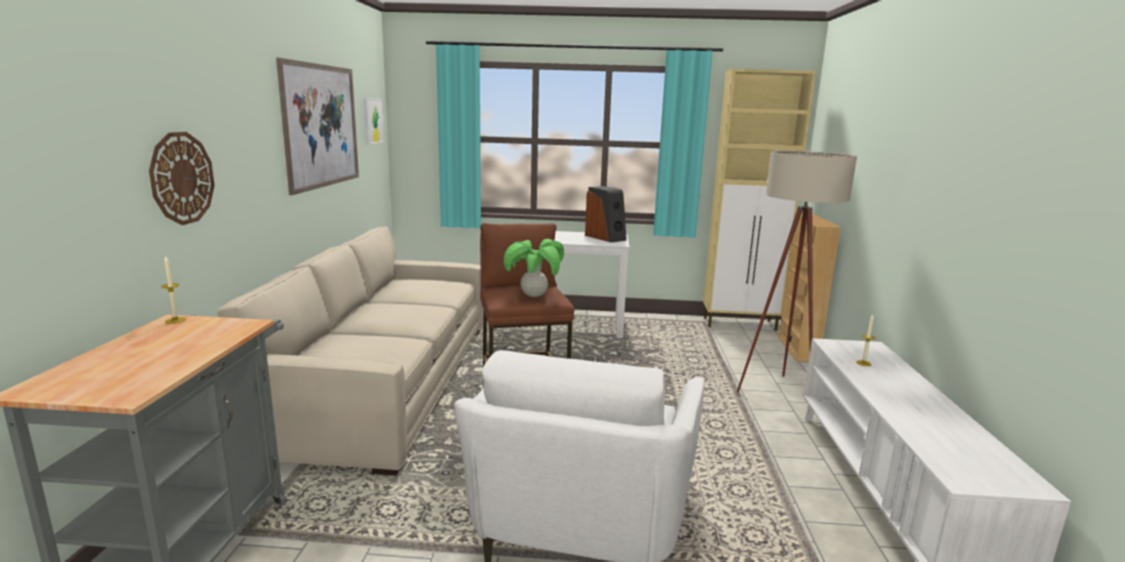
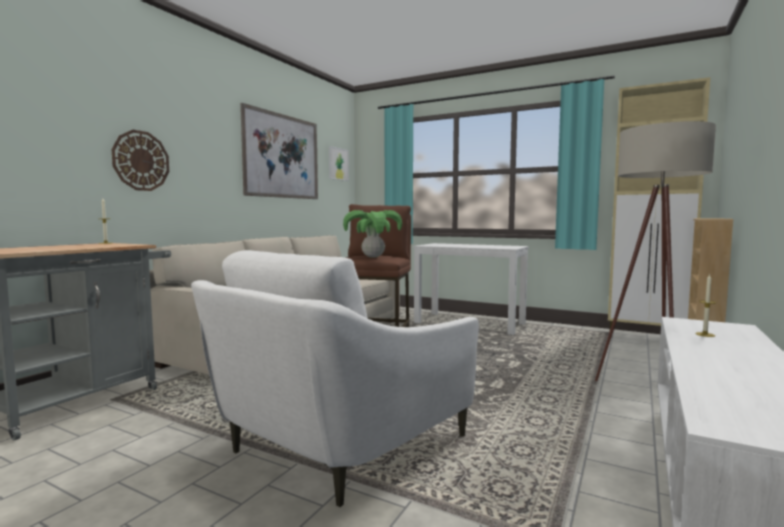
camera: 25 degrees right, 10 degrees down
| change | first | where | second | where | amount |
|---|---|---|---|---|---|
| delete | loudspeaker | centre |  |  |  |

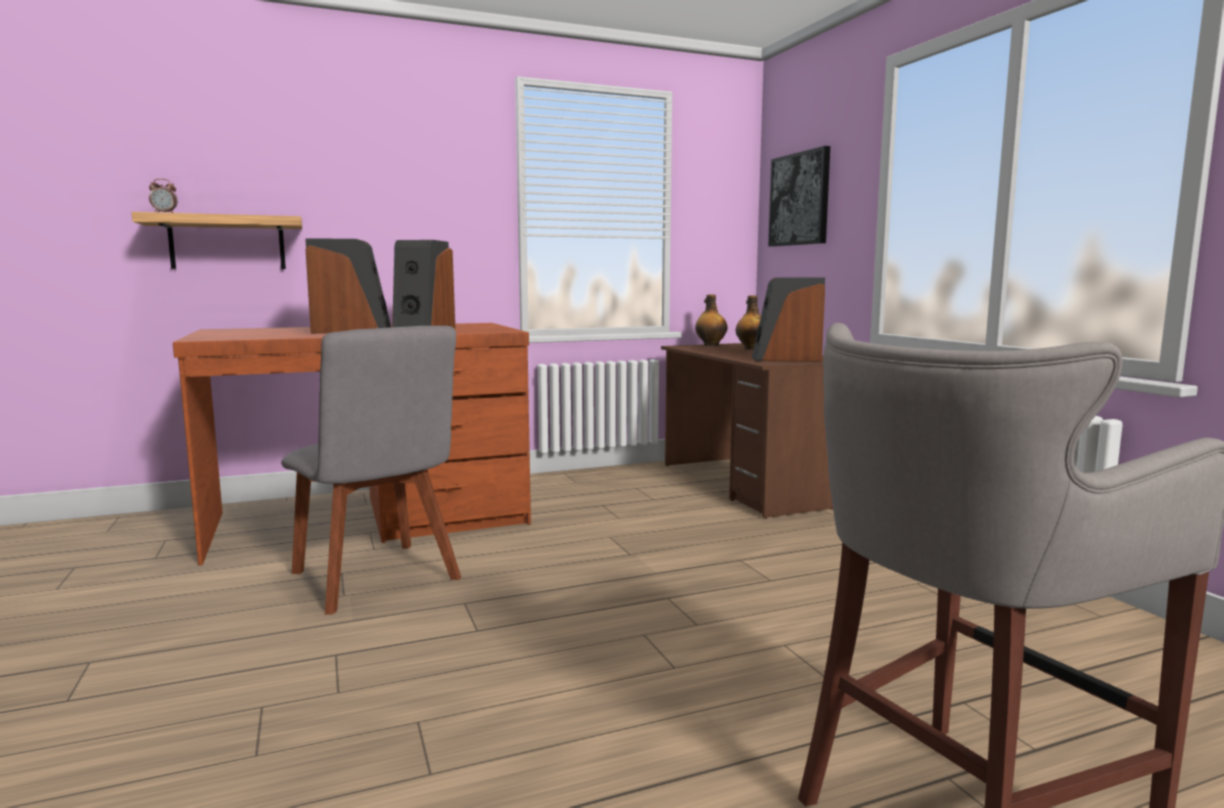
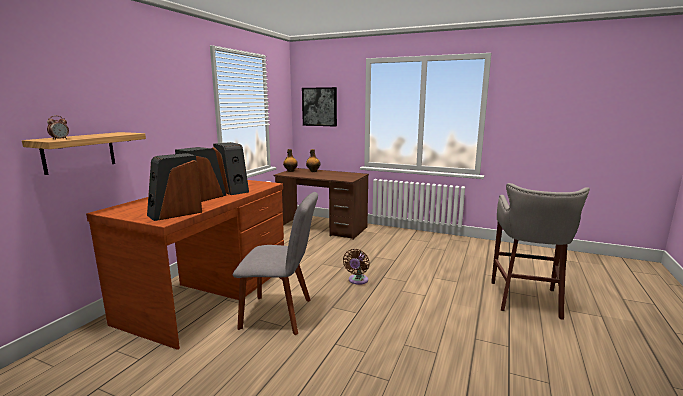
camera: 45 degrees left, 5 degrees up
| change | first | where | second | where | amount |
|---|---|---|---|---|---|
| move | loudspeaker (3rd from left in the first image) | centre | loudspeaker (1st from left) | middle left |  |
| insert |  |  | brownish electric fan | bottom centre |  |

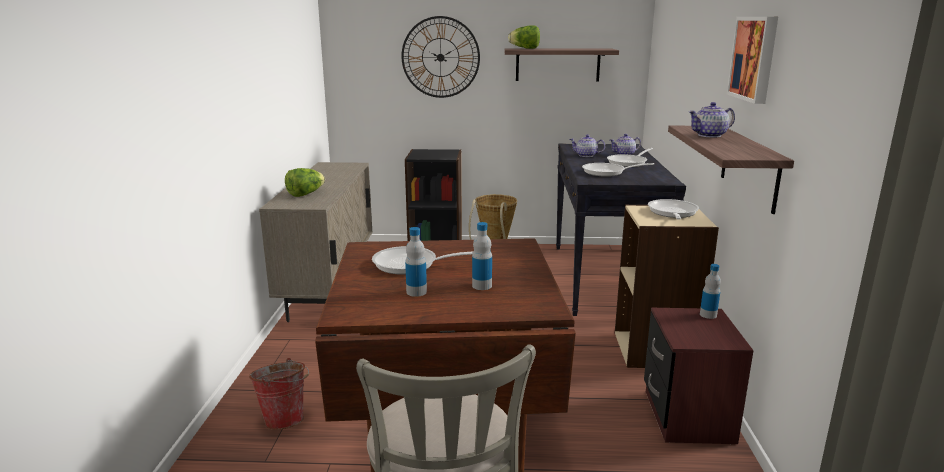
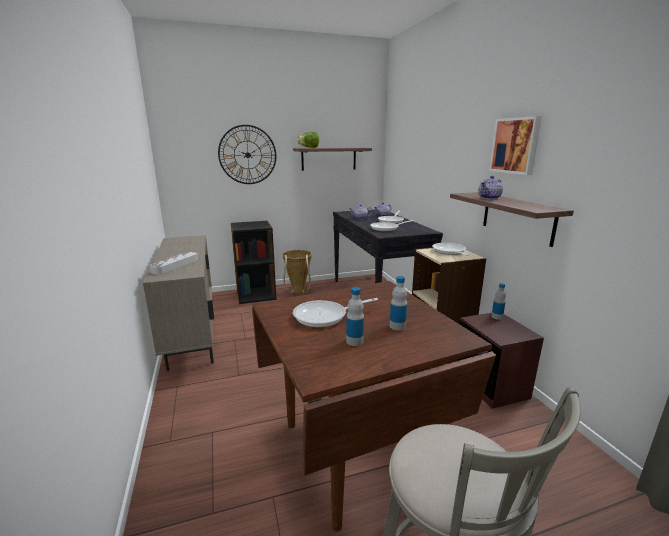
camera: 20 degrees left, 0 degrees up
| change | first | where | second | where | amount |
|---|---|---|---|---|---|
| replace | head of lettuce (1st from left) | middle left | gray carrying tray | middle left |  |
| delete | water bucket | bottom left |  |  |  |

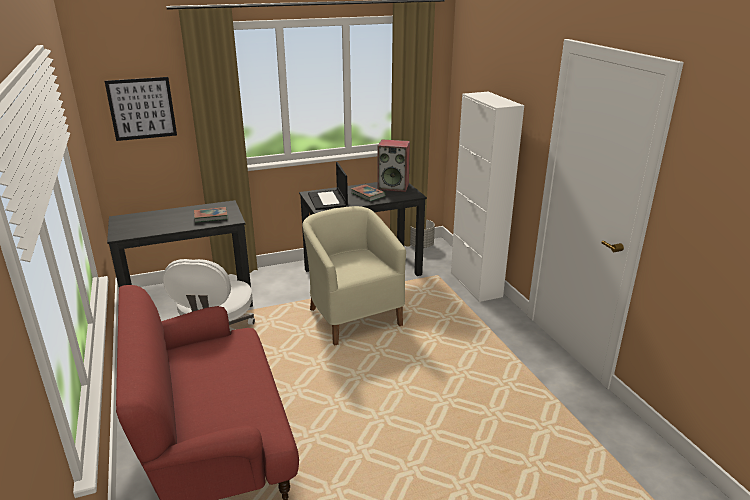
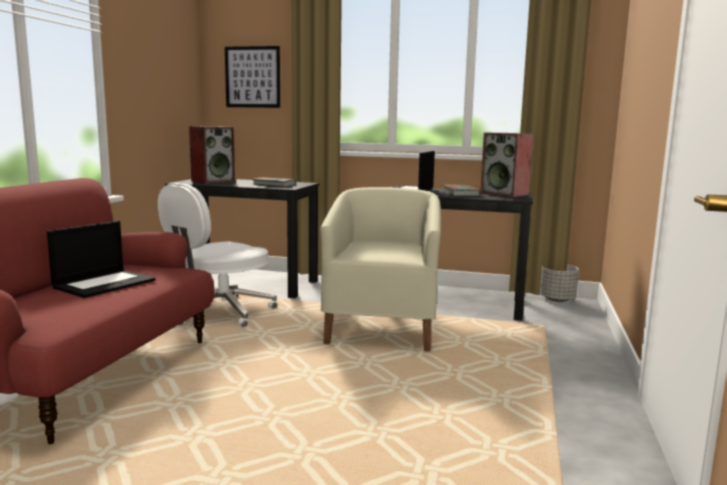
camera: 35 degrees right, 15 degrees down
| change | first | where | second | where | amount |
|---|---|---|---|---|---|
| delete | whitish cupboard | centre |  |  |  |
| insert |  |  | loudspeaker (1st from left) | top left |  |
| insert |  |  | notebook computer (1st from left) | middle left |  |

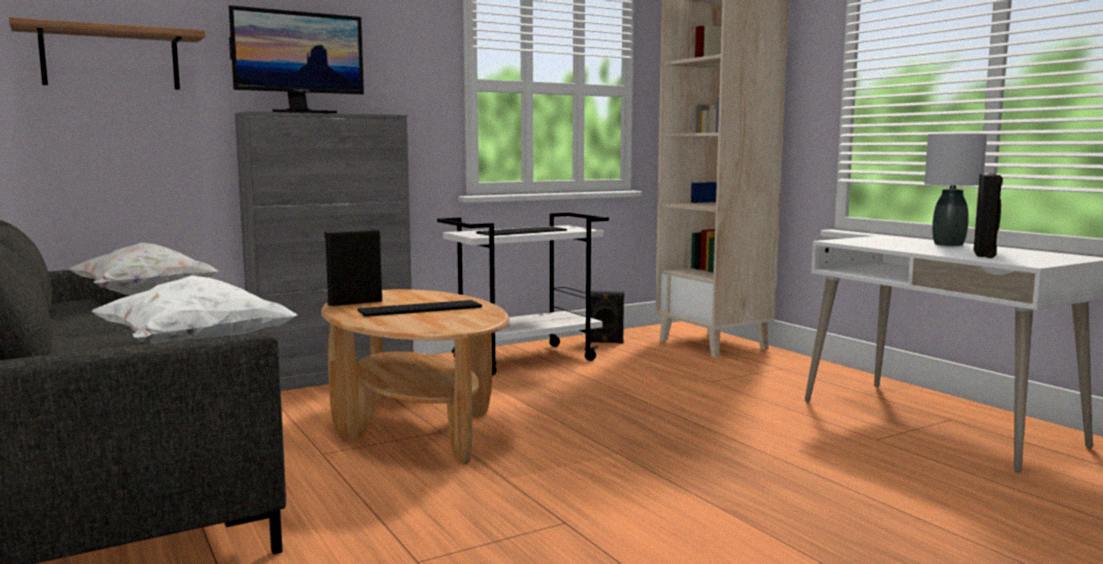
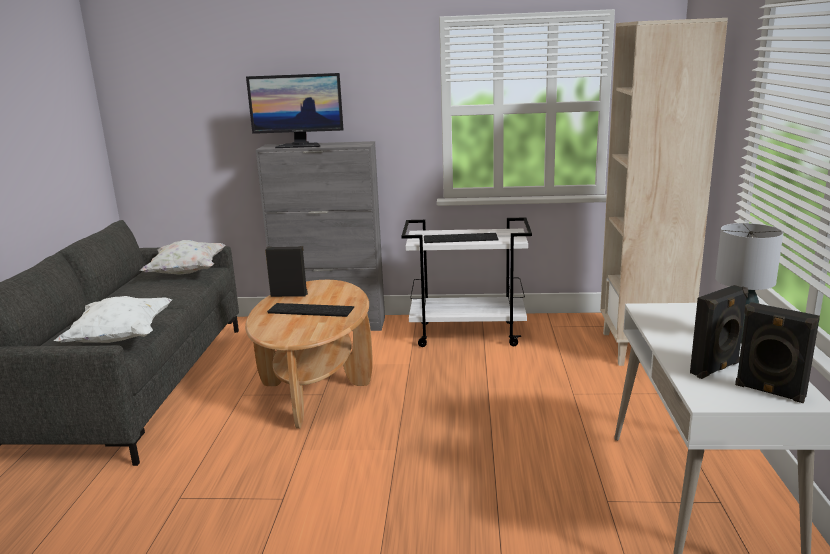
camera: 35 degrees right, 10 degrees up
| change | first | where | second | where | amount |
|---|---|---|---|---|---|
| delete | shelf | top left |  |  |  |
| move | blackish loudspeaker (2nd from left in the first image) | centre | blackish loudspeaker (3rd from left) | middle right |  |

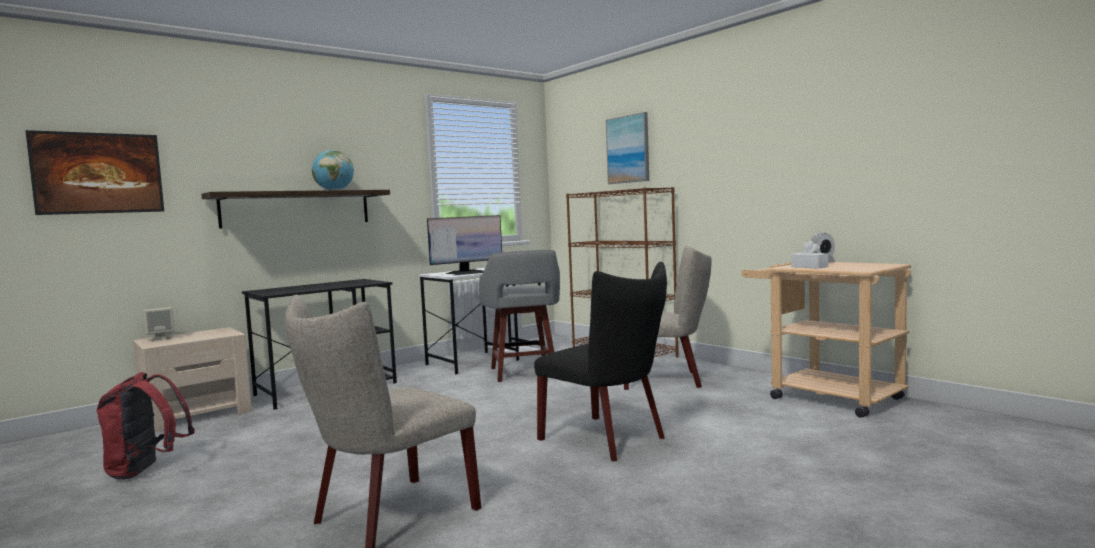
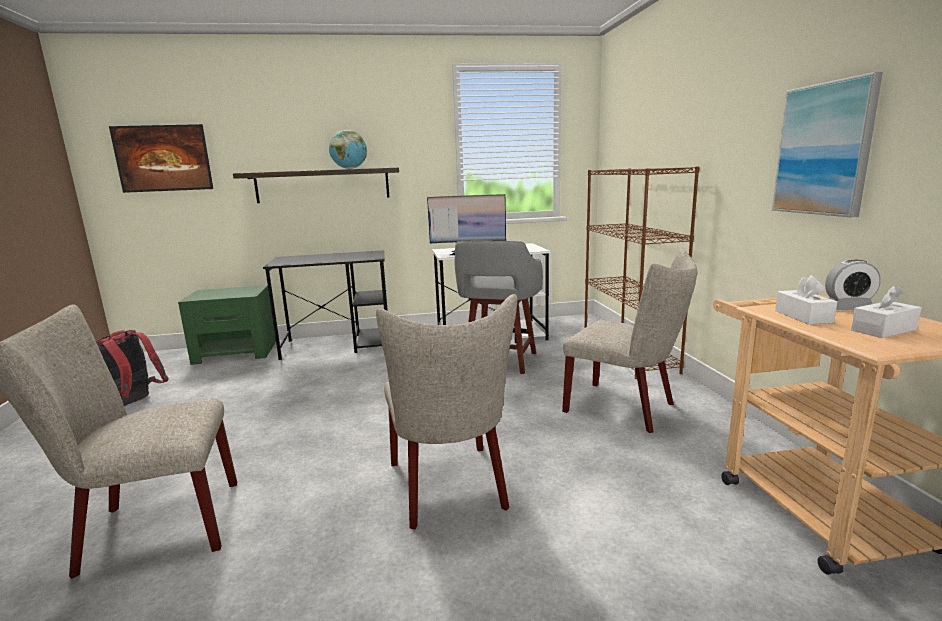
camera: 30 degrees right, 10 degrees up
| change | first | where | second | where | amount |
|---|---|---|---|---|---|
| move | wall picture (2nd from left) | top centre |  | top right |  |
| recolor | blackish plain chair | centre | beige-coloured plain chair (2nd from left) | centre |  |
| delete | beige-coloured loudspeaker | middle left |  |  |  |
| recolor | beige-coloured bedside table | bottom left | green bedside table | middle left |  |
| insert |  |  | whitish tissue box (2nd from left) | middle right |  |

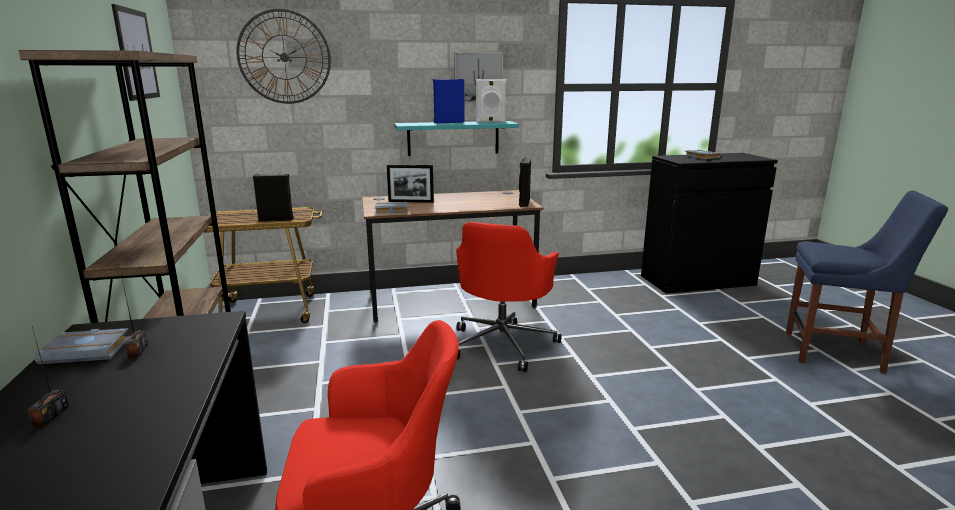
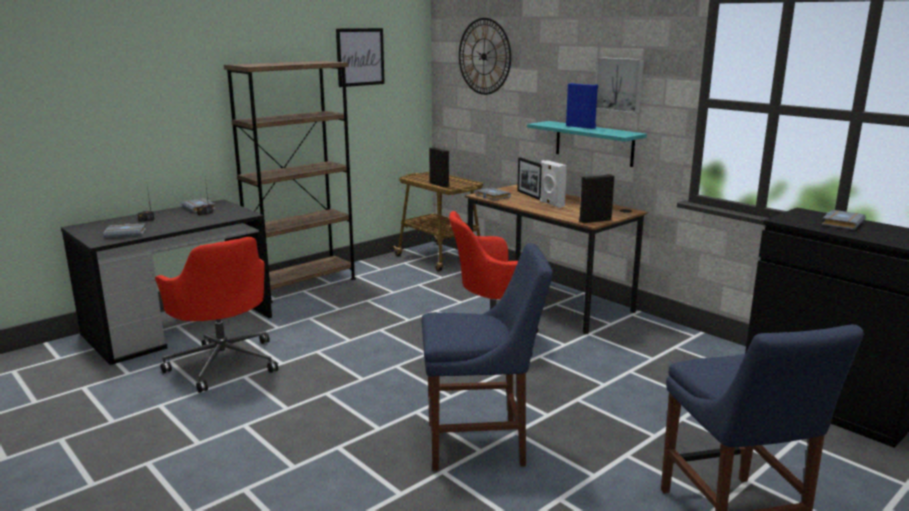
camera: 60 degrees right, 0 degrees up
| change | first | where | second | where | amount |
|---|---|---|---|---|---|
| move | whitish loudspeaker | top centre |  | centre |  |
| insert |  |  | gray bound book (1st from left) | middle left |  |
| insert |  |  | blue plain chair (1st from left) | bottom centre |  |

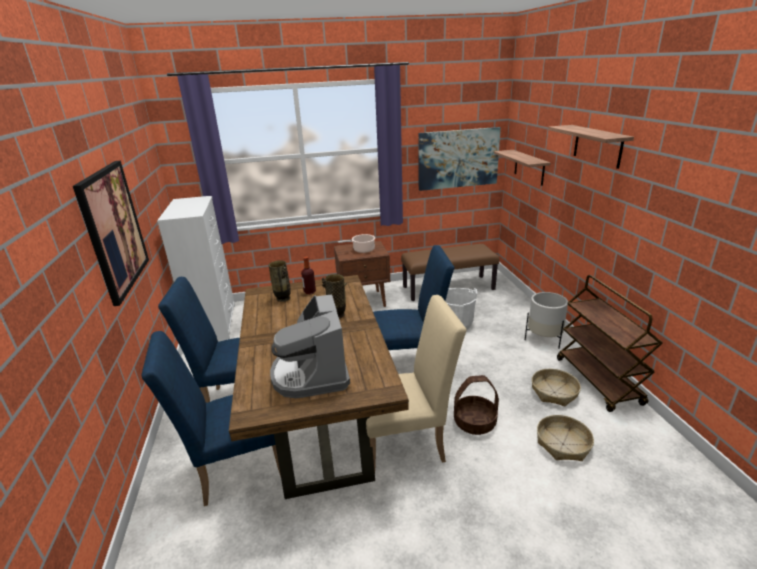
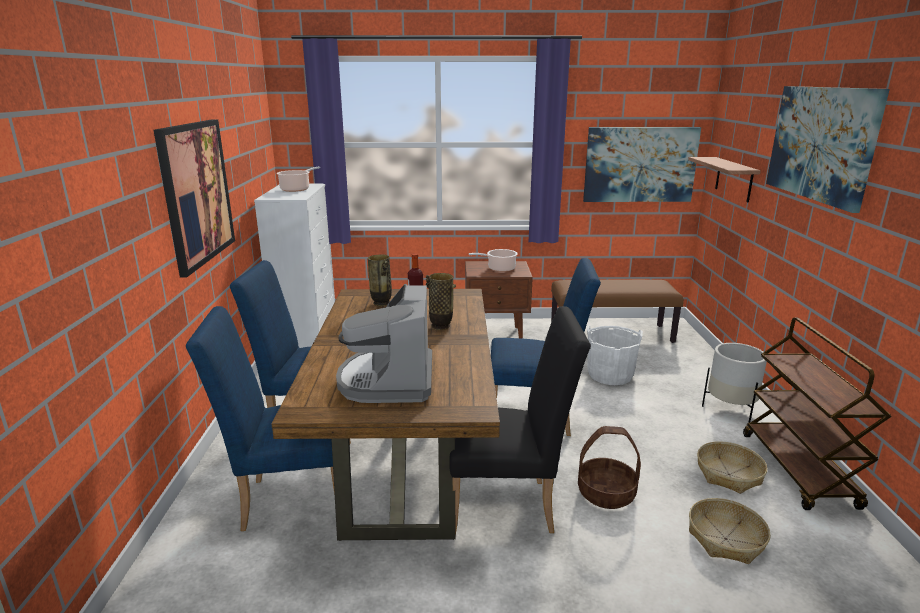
camera: 10 degrees right, 5 degrees down
| change | first | where | second | where | amount |
|---|---|---|---|---|---|
| replace | shelf (2nd from left) | top right | wall picture (3rd from left) | top right |  |
| recolor | beige-coloured plain chair | bottom centre | blackish plain chair | bottom centre |  |
| insert |  |  | cooking pot (1st from left) | top left |  |

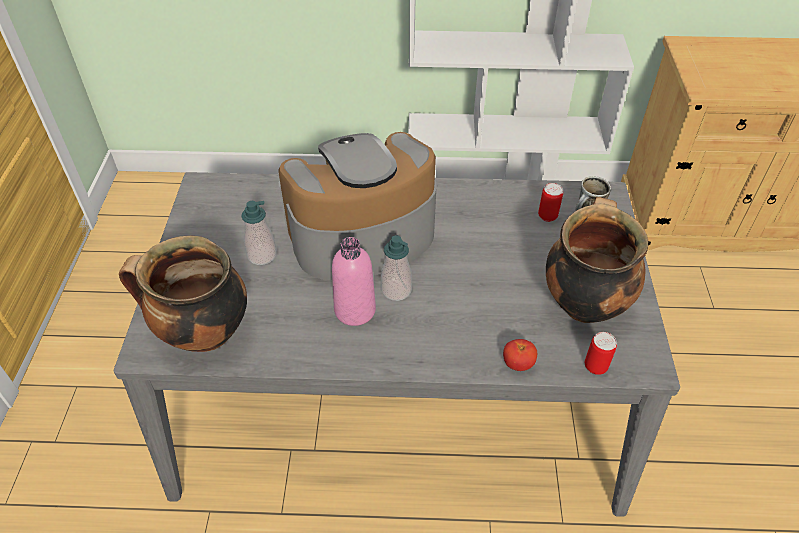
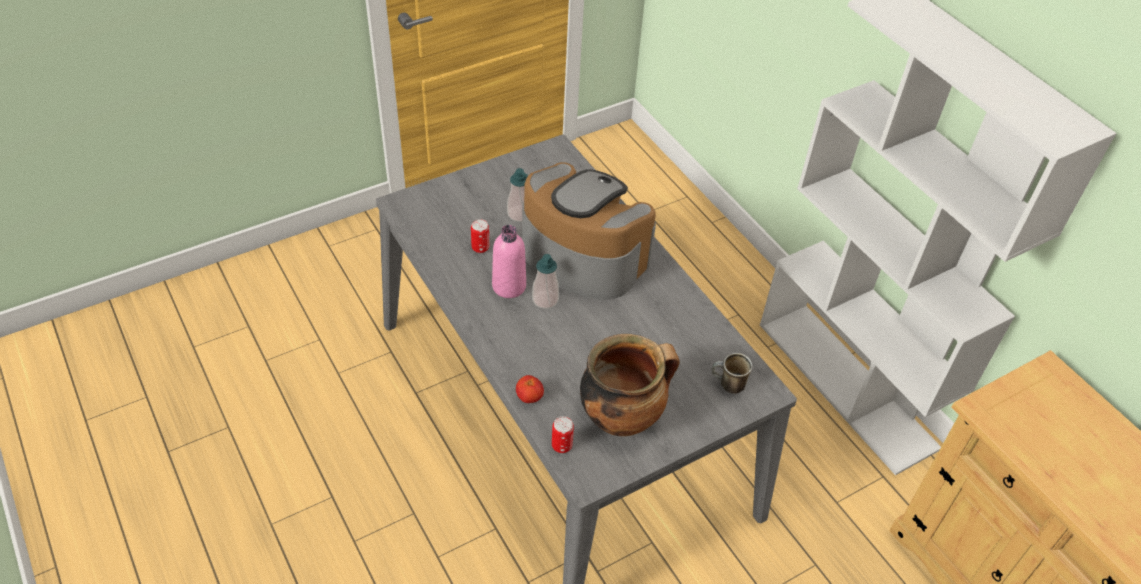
camera: 55 degrees right, 0 degrees up
| change | first | where | second | where | amount |
|---|---|---|---|---|---|
| move | metal can (1st from left) | middle right |  | centre |  |
| delete | cooking pot (1st from left) | middle left |  |  |  |

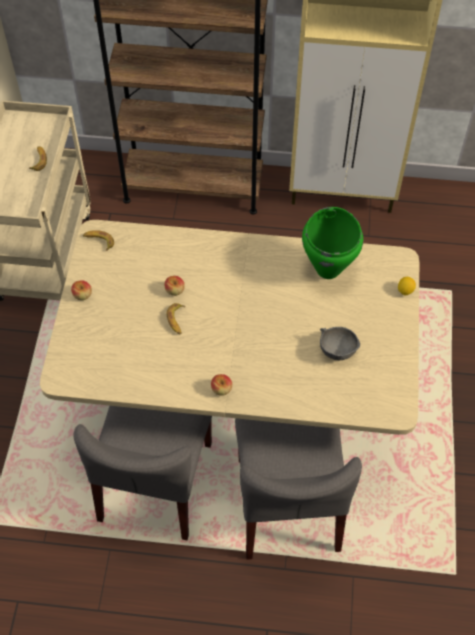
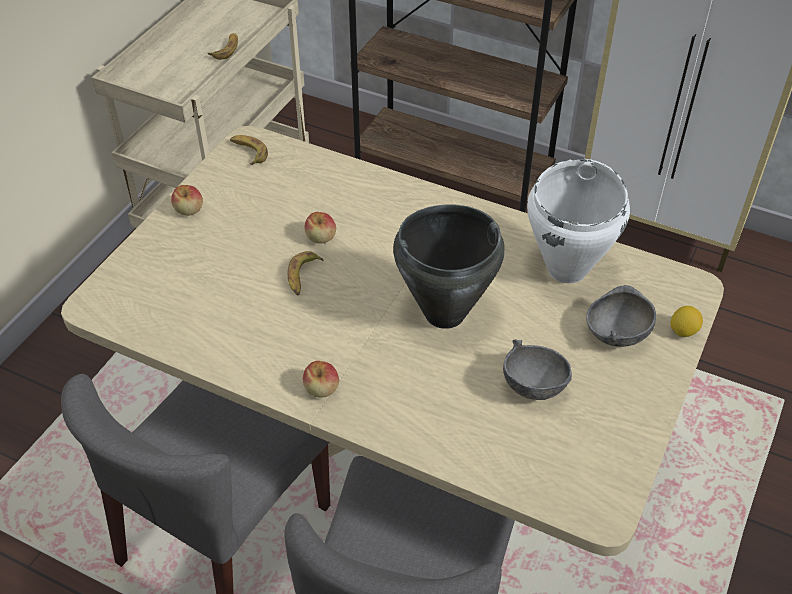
camera: 20 degrees right, 10 degrees down
| change | first | where | second | where | amount |
|---|---|---|---|---|---|
| recolor | green cooking pot | middle right | whitish cooking pot | middle right |  |
| insert |  |  | blackish cooking pot | centre |  |
| insert |  |  | gray serving bowl (2nd from left) | middle right |  |

